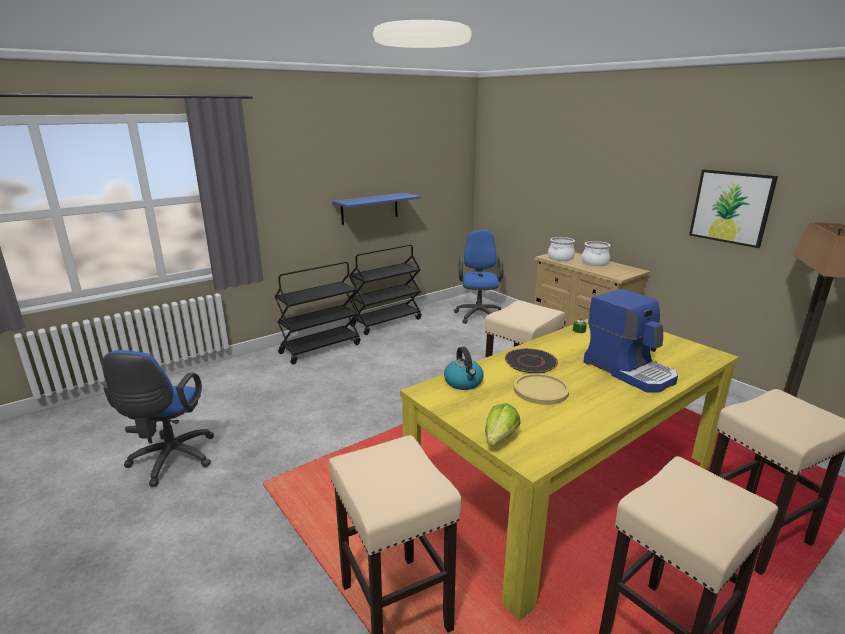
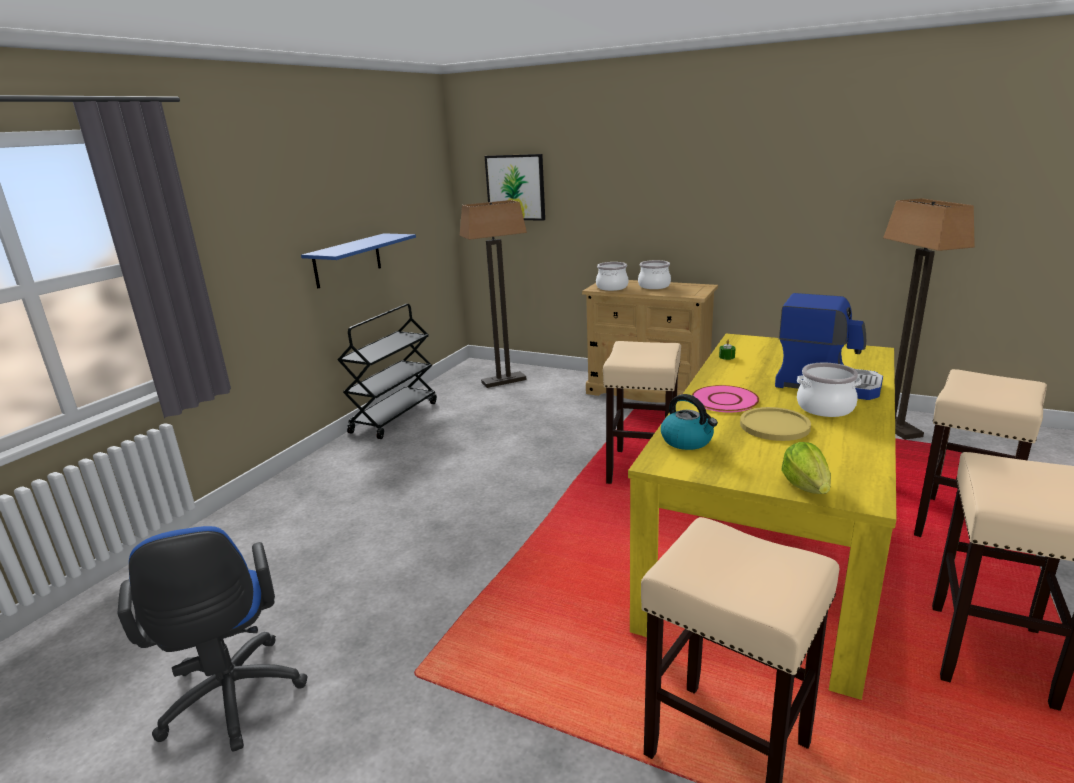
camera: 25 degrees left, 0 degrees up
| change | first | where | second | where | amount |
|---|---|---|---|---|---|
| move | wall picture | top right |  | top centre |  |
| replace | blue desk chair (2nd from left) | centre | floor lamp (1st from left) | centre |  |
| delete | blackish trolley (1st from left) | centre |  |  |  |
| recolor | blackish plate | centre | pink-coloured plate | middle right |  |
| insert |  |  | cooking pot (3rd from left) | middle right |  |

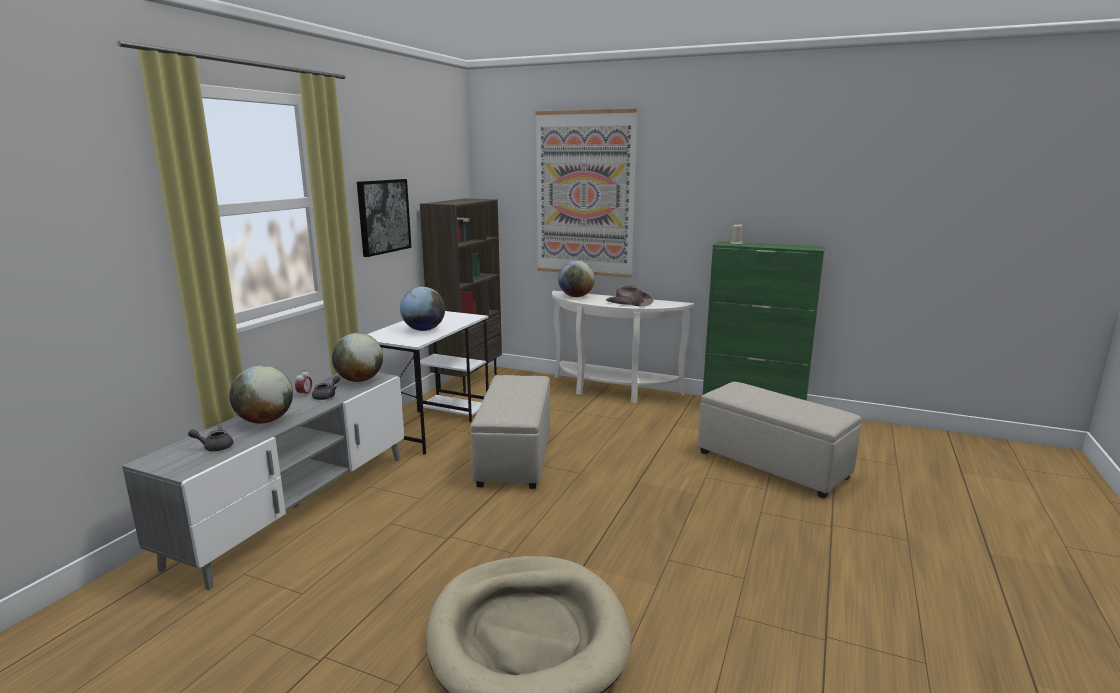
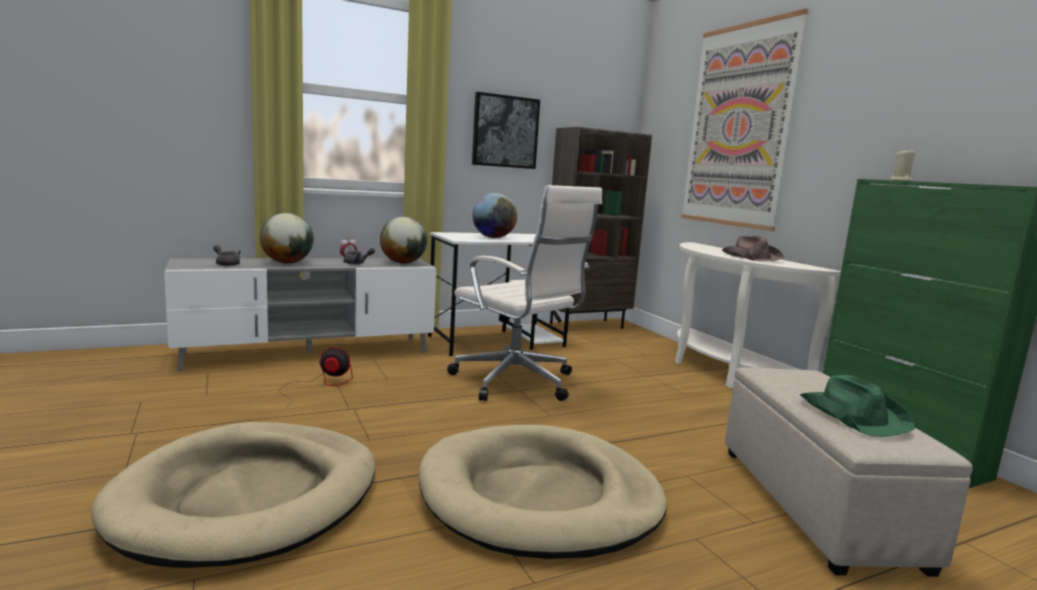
camera: 40 degrees right, 5 degrees down
| change | first | where | second | where | amount |
|---|---|---|---|---|---|
| delete | desk globe (4th from left) | centre |  |  |  |
| replace | beige-coloured ottoman (1st from left) | centre | whitish desk chair | centre |  |
| insert |  |  | electric fan | middle left |  |
| insert |  |  | green clothing hat | bottom right |  |
| insert |  |  | beige-coloured pet bed (2nd from left) | bottom centre |  |

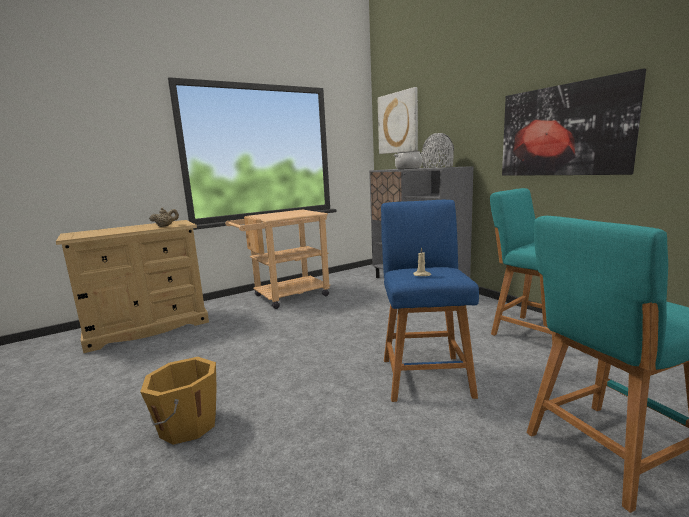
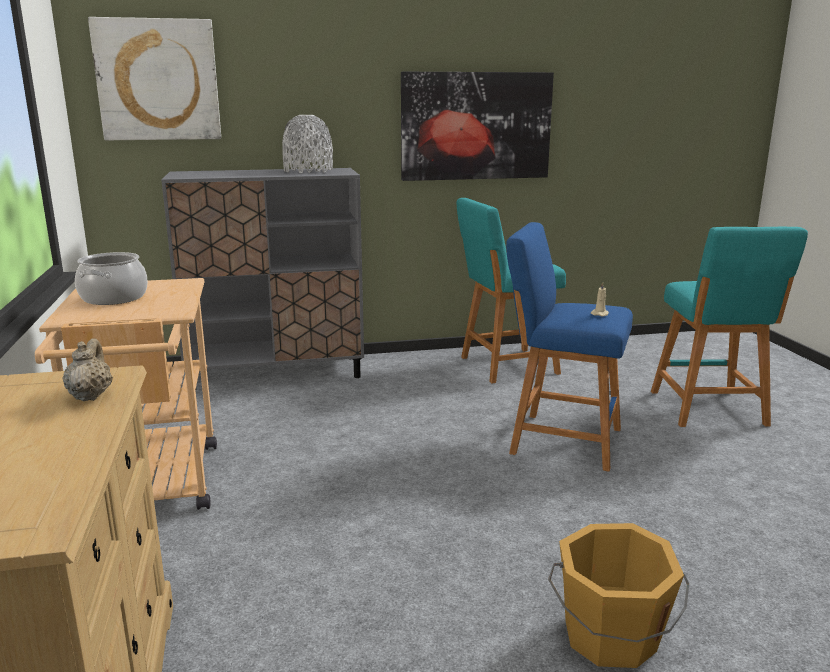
camera: 70 degrees left, 5 degrees up
| change | first | where | second | where | amount |
|---|---|---|---|---|---|
| move | cooking pot | top centre |  | middle left |  |

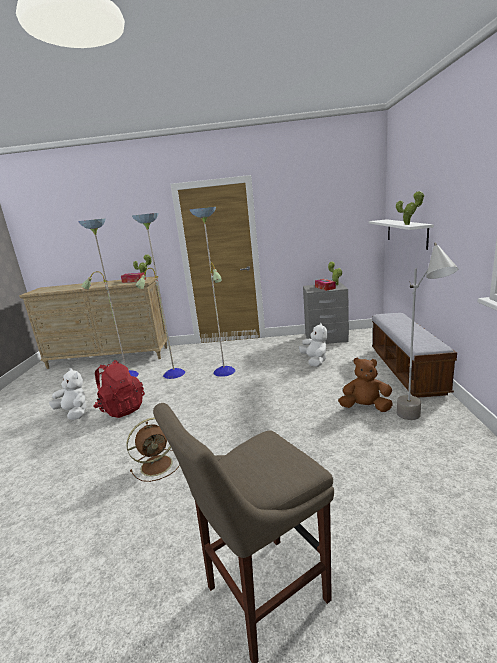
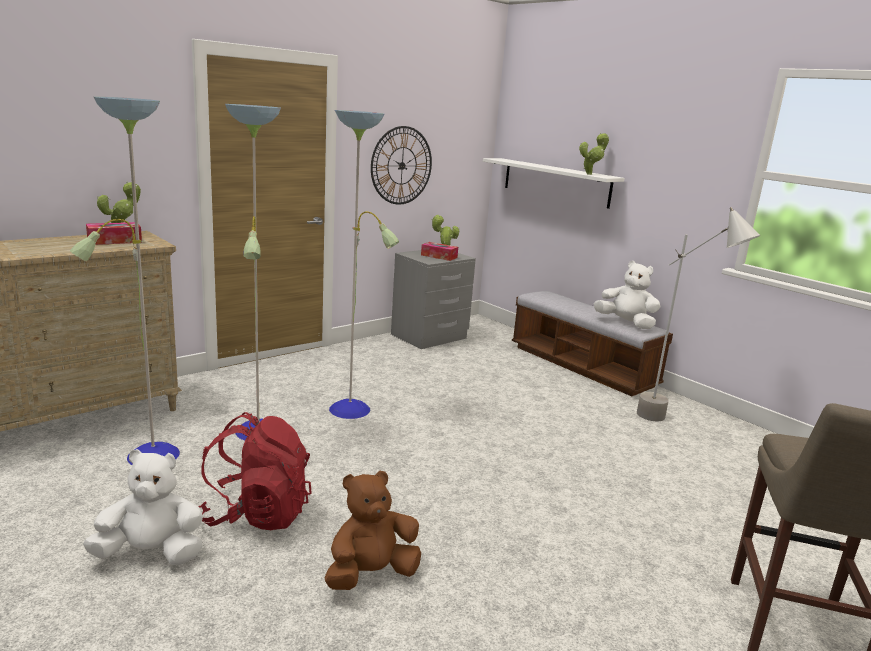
camera: 45 degrees left, 0 degrees up
| change | first | where | second | where | amount |
|---|---|---|---|---|---|
| move | whitish plush toy (2nd from left) | centre |  | middle right |  |
| move | brownish plush toy | middle right |  | bottom centre |  |
| delete | brownish electric fan | bottom left |  |  |  |
| insert |  |  | clock on the wall | top centre |  |

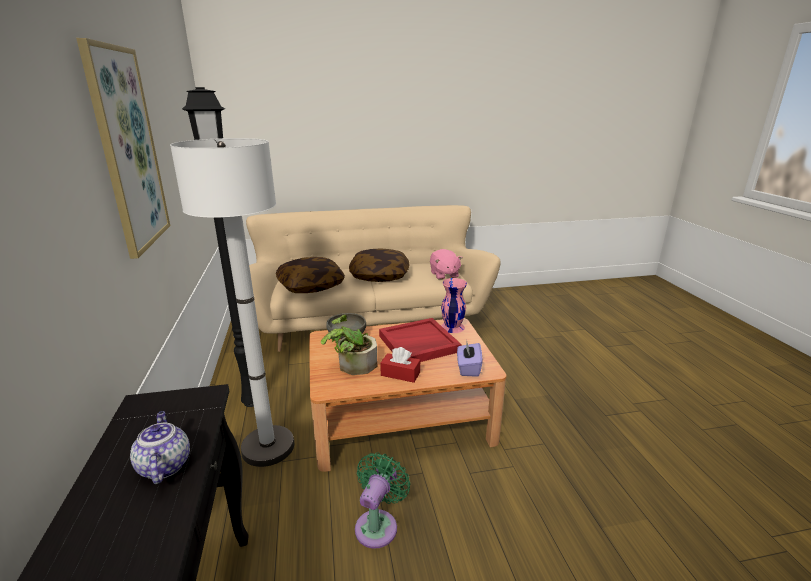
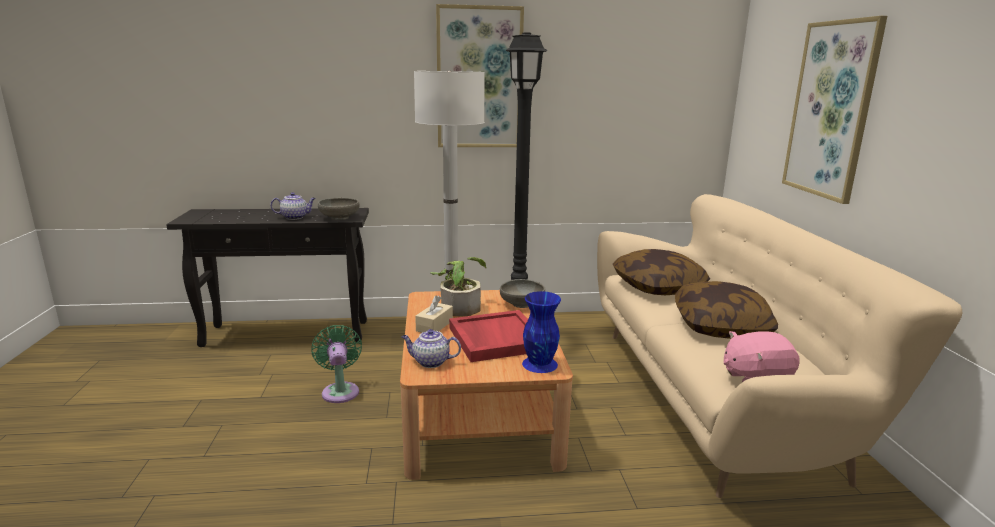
camera: 95 degrees right, 5 degrees down
| change | first | where | second | where | amount |
|---|---|---|---|---|---|
| recolor | pink-coloured flower vase | centre | blue flower vase | centre |  |
| replace | purple tissue box | centre | pot for tea (2nd from left) | centre |  |
| recolor | red tissue box | centre | beige-coloured tissue box | centre |  |
| rotate | green electric fan | bottom centre |  | bottom centre | 135 degrees counterclockwise |
| insert |  |  | wall picture (2nd from left) | top right |  |
| insert |  |  | gray serving bowl (1st from left) | centre |  |

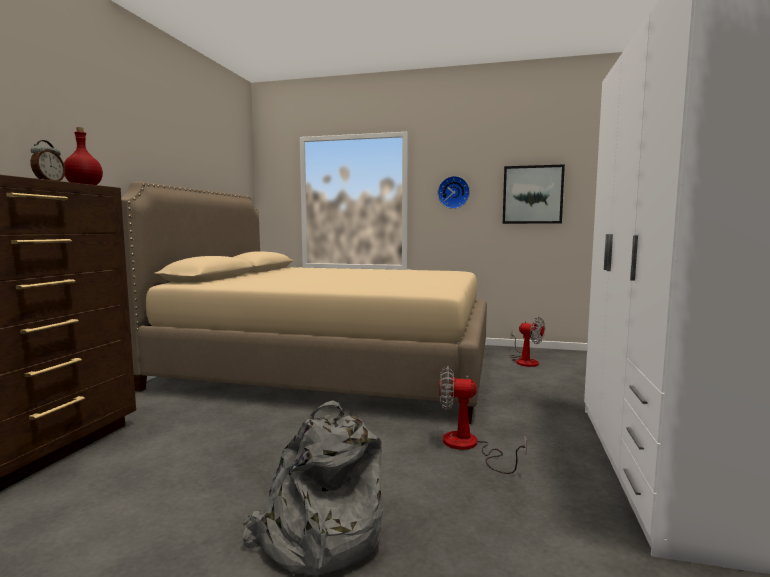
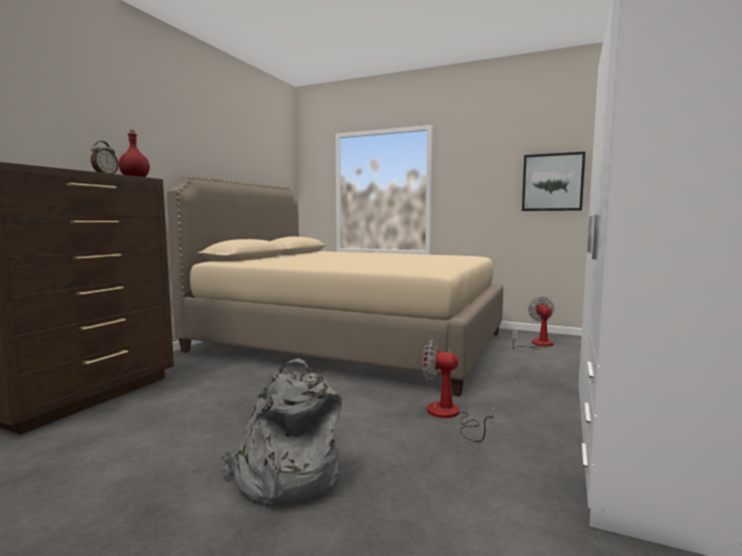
camera: 10 degrees right, 0 degrees up
| change | first | where | second | where | amount |
|---|---|---|---|---|---|
| delete | clock on the wall | top centre |  |  |  |
| rotate | electric fan (2nd from left) | middle right |  | middle right | 135 degrees counterclockwise |

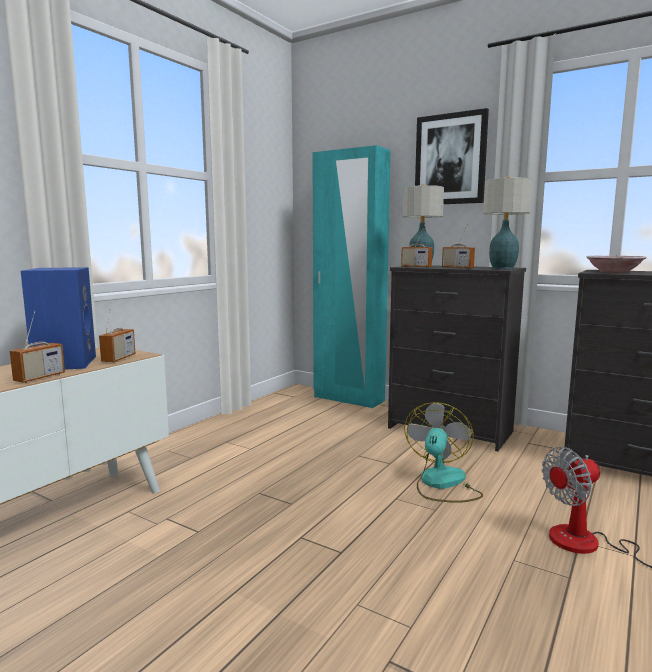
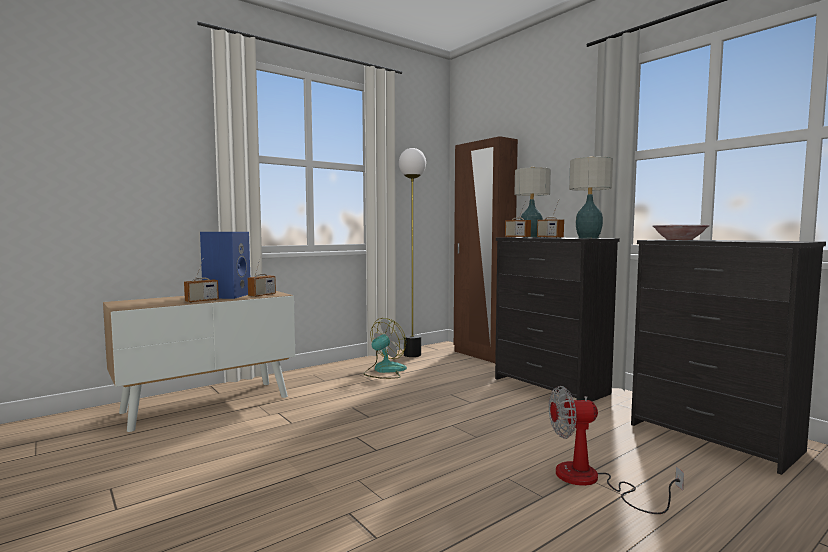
camera: 20 degrees right, 5 degrees down
| change | first | where | second | where | amount |
|---|---|---|---|---|---|
| delete | wall picture | top right |  |  |  |
| recolor | blue-green wardrobe | centre | brownish wardrobe | centre |  |
| move | electric fan (1st from left) | bottom right |  | centre |  |
| insert |  |  | floor lamp | centre |  |

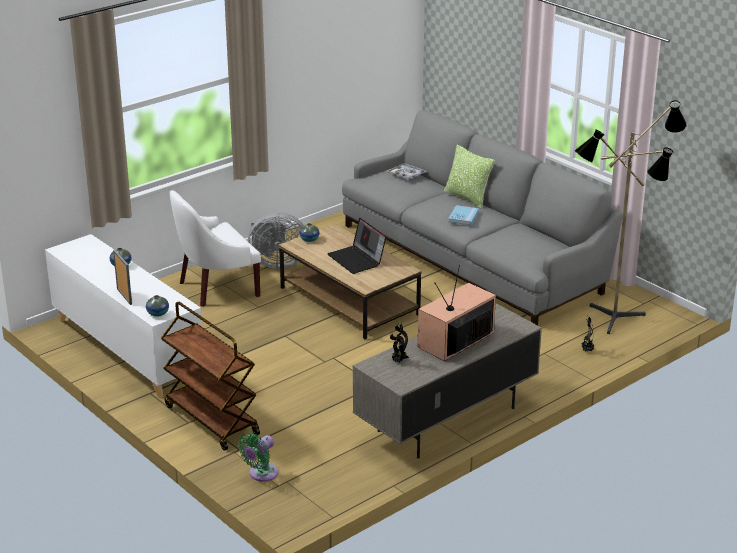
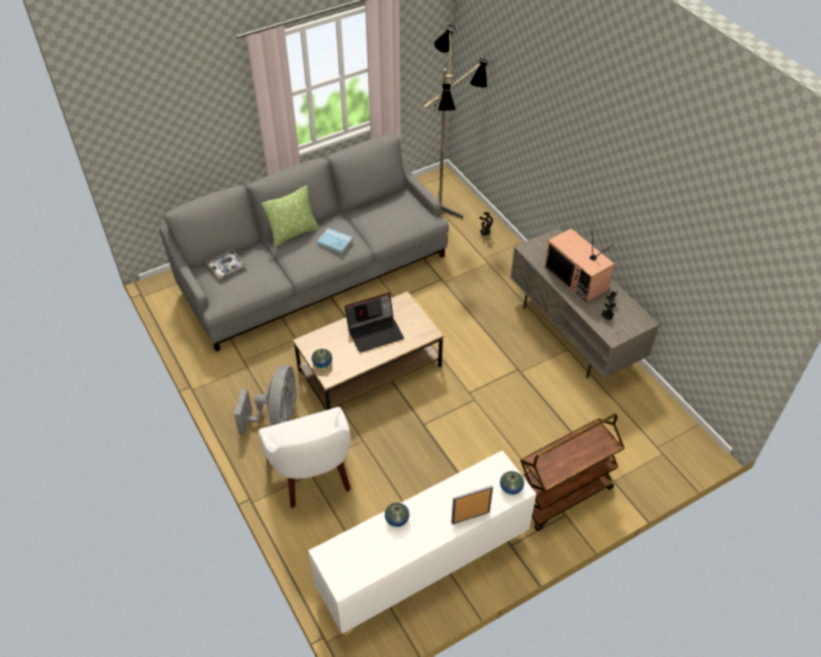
camera: 80 degrees left, 20 degrees up
| change | first | where | second | where | amount |
|---|---|---|---|---|---|
| delete | green electric fan | bottom centre |  |  |  |

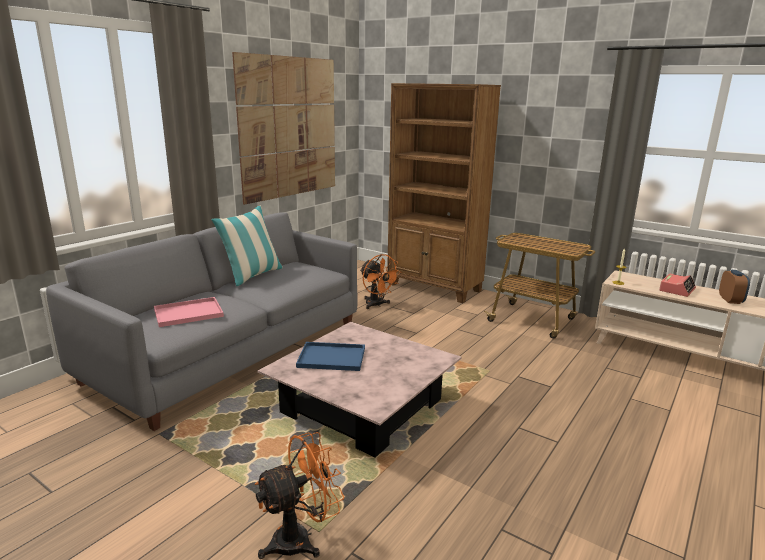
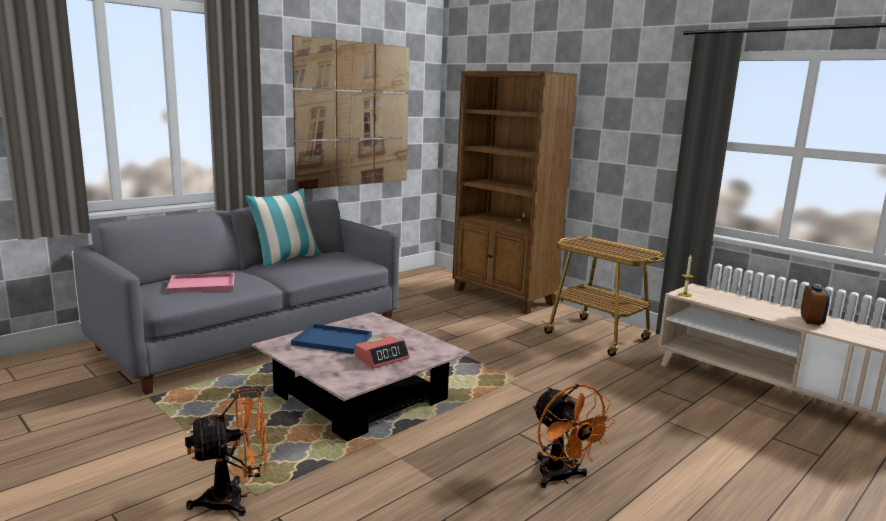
camera: 10 degrees right, 5 degrees down
| change | first | where | second | where | amount |
|---|---|---|---|---|---|
| move | orange-coloured electric fan (2nd from left) | centre |  | bottom centre |  |
| move | alarm clock (1st from left) | middle right |  | bottom centre |  |

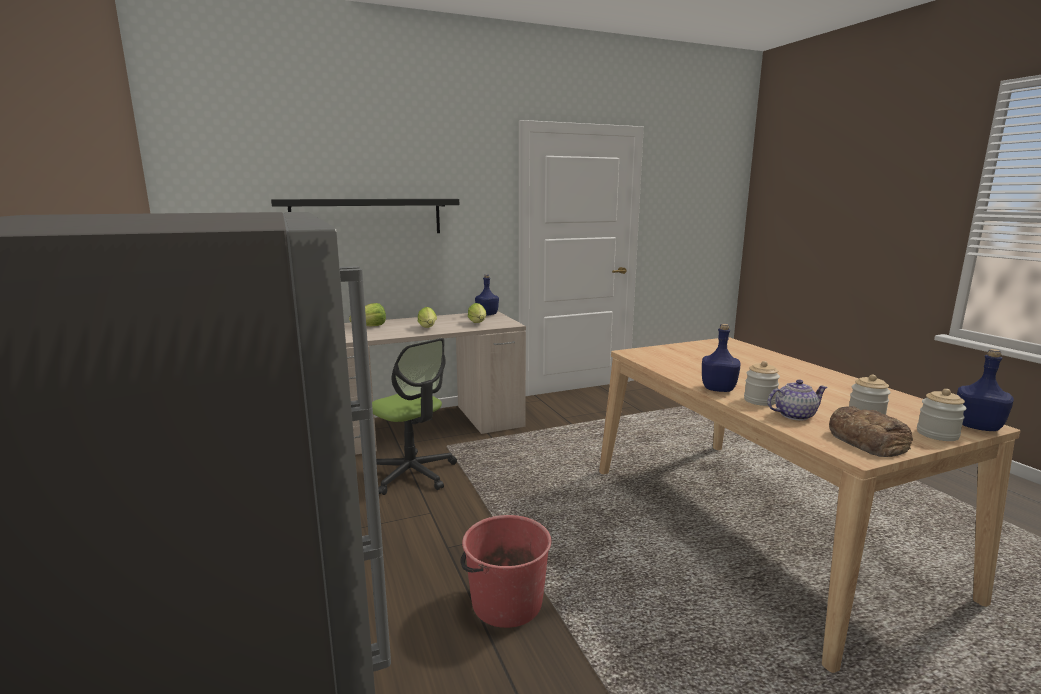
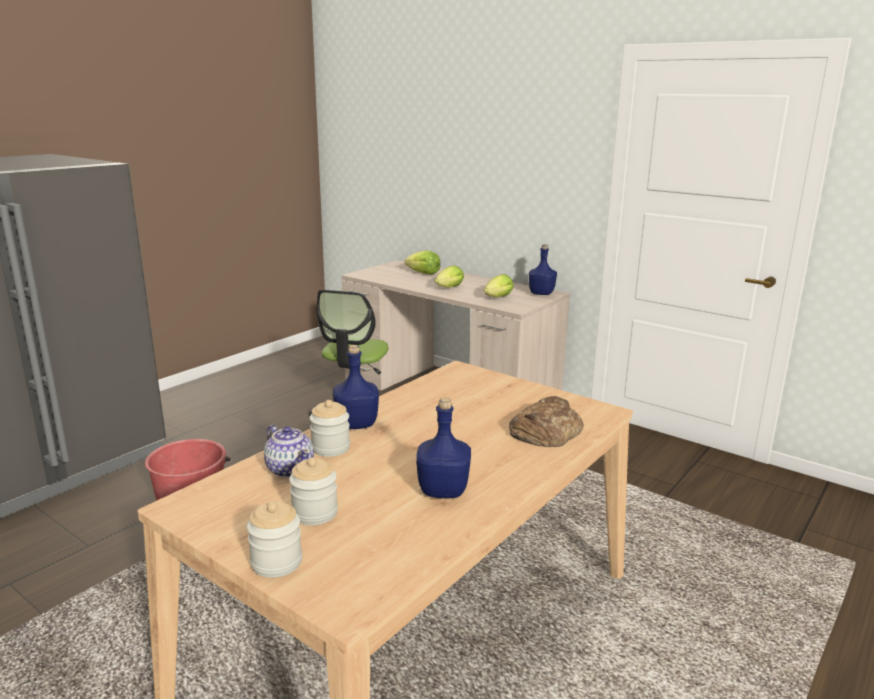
camera: 60 degrees right, 5 degrees up
| change | first | where | second | where | amount |
|---|---|---|---|---|---|
| delete | blackish shelf | top centre |  |  |  |
| move | blue beverage bottle (3rd from left in the first image) | middle right | blue beverage bottle (2nd from left) | centre |  |
| move | baked bread | middle right |  | centre |  |

